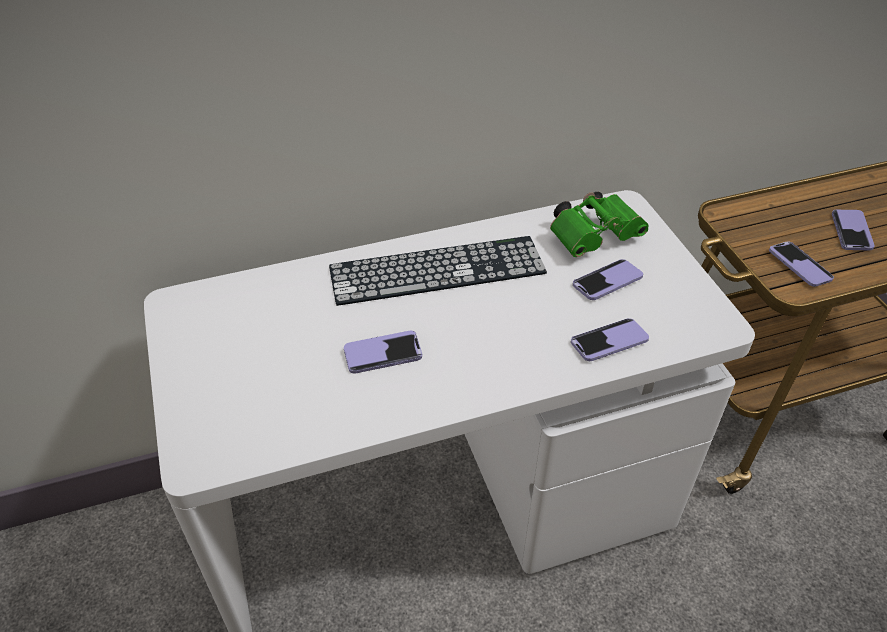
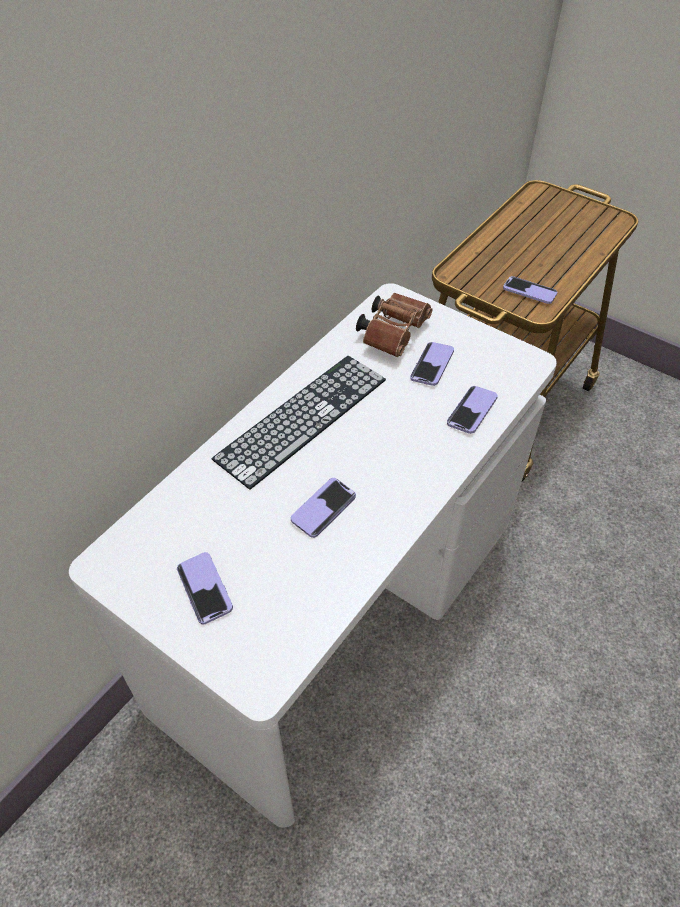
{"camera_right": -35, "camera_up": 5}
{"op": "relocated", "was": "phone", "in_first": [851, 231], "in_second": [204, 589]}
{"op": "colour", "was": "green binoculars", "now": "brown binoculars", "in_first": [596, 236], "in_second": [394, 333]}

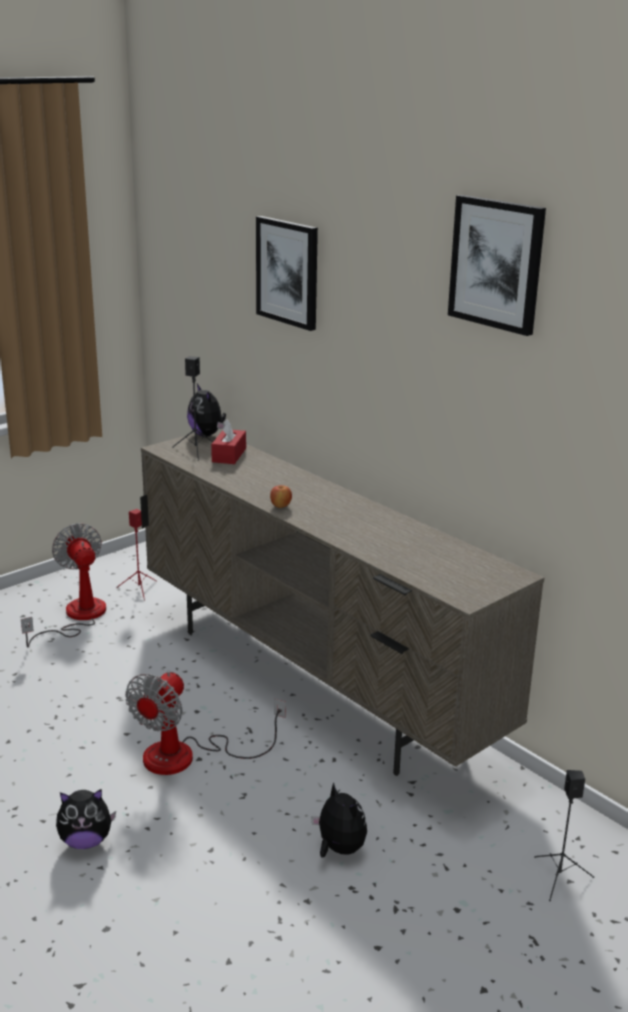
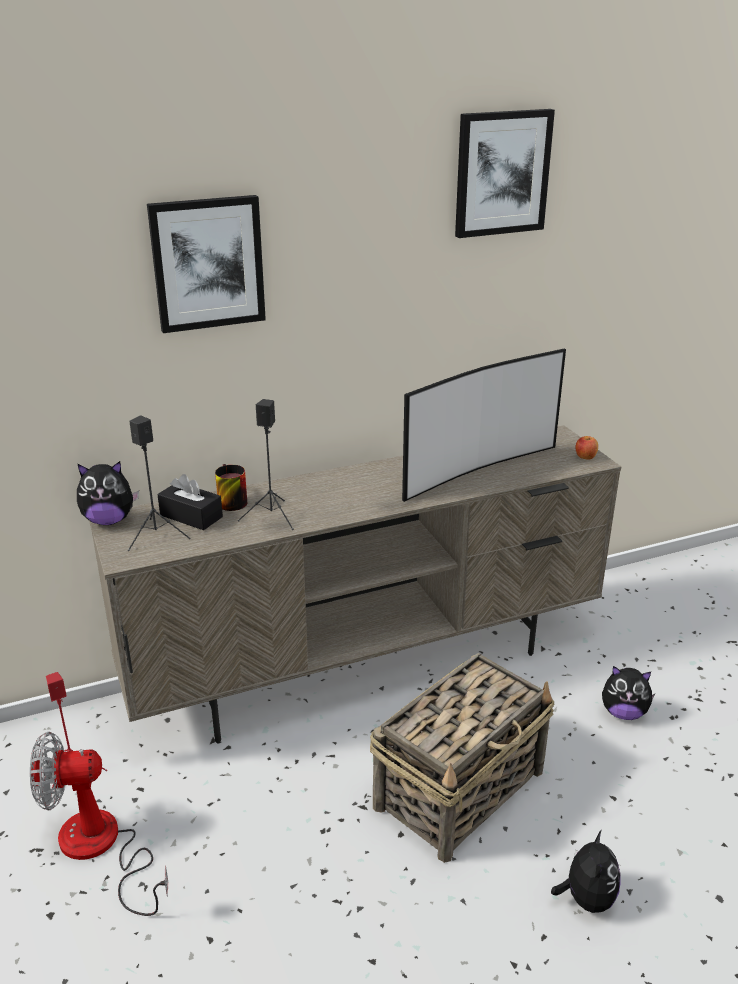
{"camera_right": -70, "camera_up": 5}
{"op": "appeared", "now": "mug", "in_second": [228, 501]}
{"op": "appeared", "now": "television", "in_second": [477, 469]}
{"op": "relocated", "was": "apple", "in_first": [280, 506], "in_second": [585, 457]}
{"op": "relocated", "was": "black speaker", "in_first": [559, 878], "in_second": [272, 517]}
{"op": "exchanged", "was": "fan", "now": "basket", "in_first": [187, 756], "in_second": [461, 788]}
{"op": "colour", "was": "red tissue box", "now": "black tissue box", "in_first": [229, 455], "in_second": [191, 516]}
{"op": "spun", "was": "plush toy", "in_first": [339, 849], "in_second": [623, 713], "clockwise": -150}

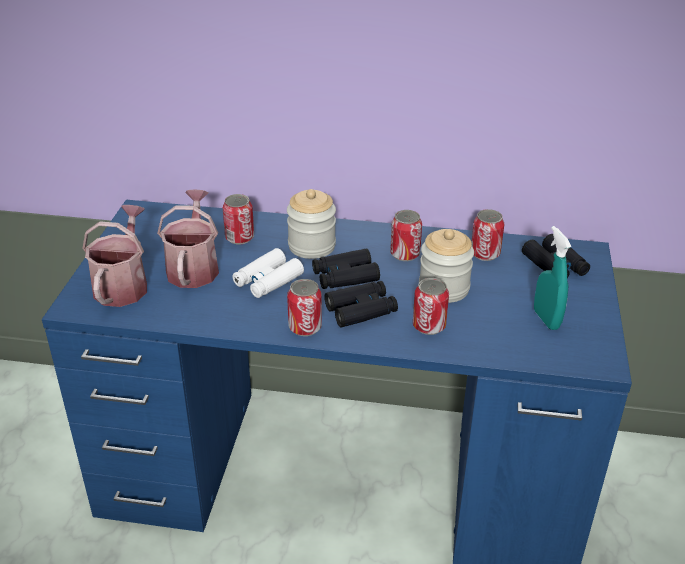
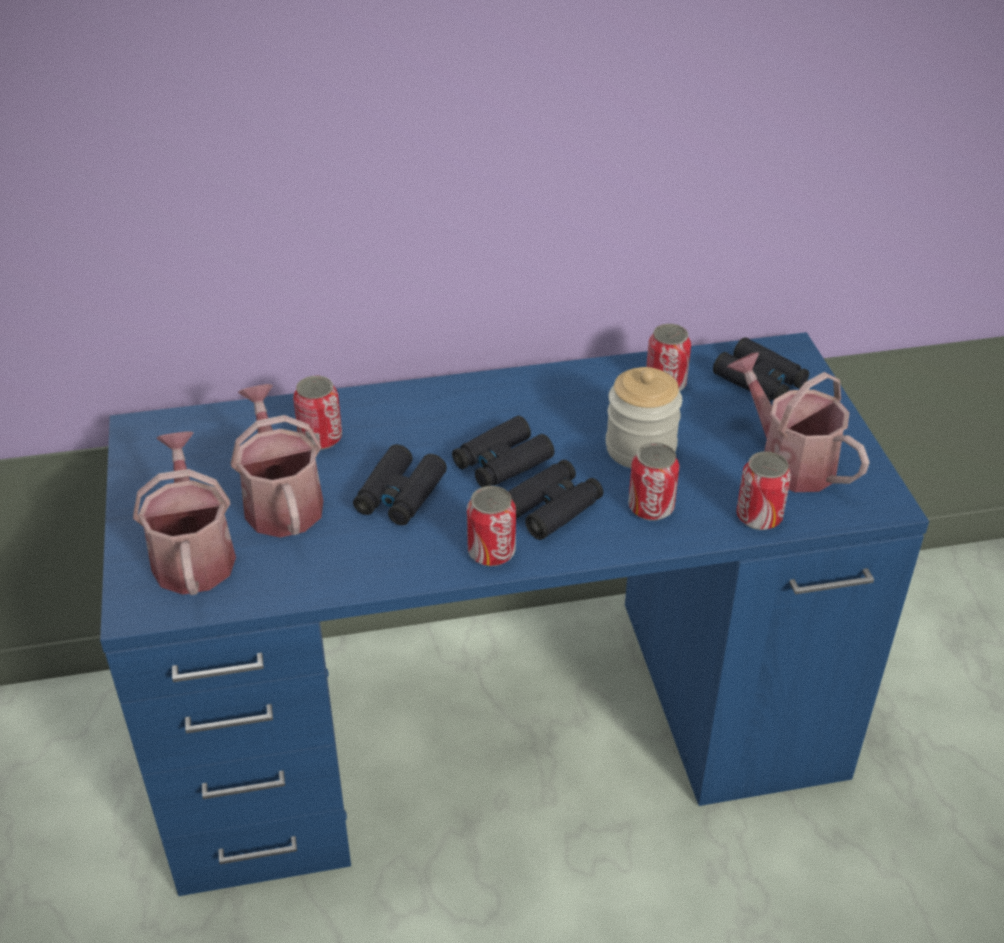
{"camera_right": -20, "camera_up": 5}
{"op": "missing", "was": "jar", "in_first": [311, 246]}
{"op": "relocated", "was": "can", "in_first": [405, 254], "in_second": [759, 517]}
{"op": "exchanged", "was": "turquoise spray bottle", "now": "watering can", "in_first": [546, 319], "in_second": [789, 460]}
{"op": "colour", "was": "white binoculars", "now": "black binoculars", "in_first": [268, 280], "in_second": [400, 495]}

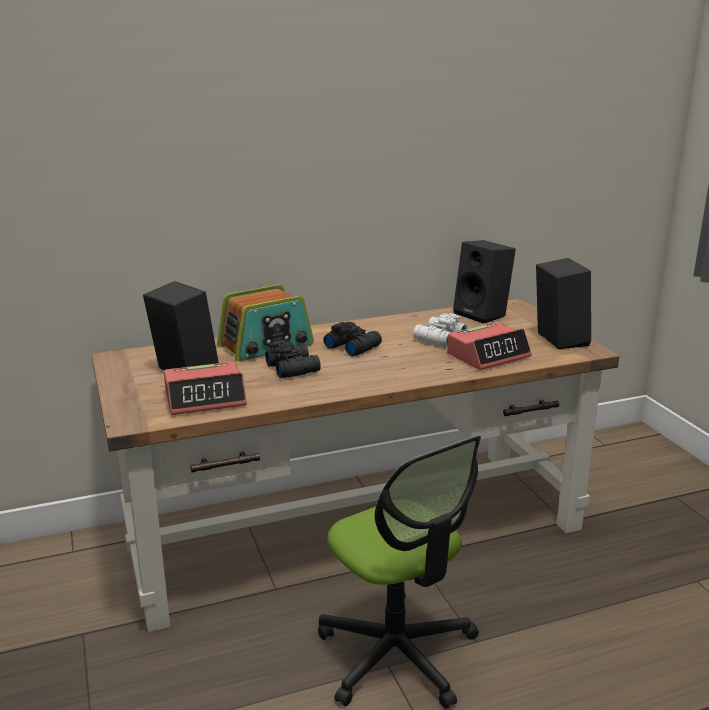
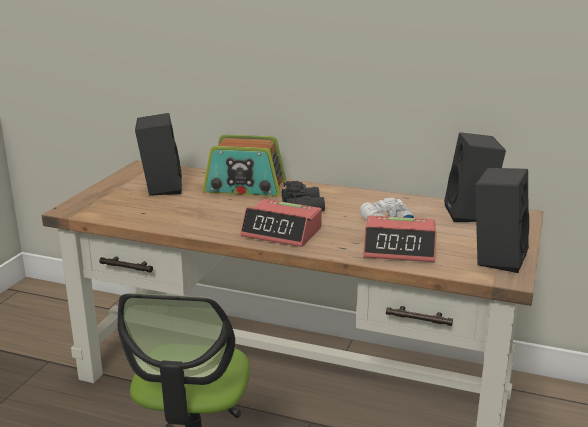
{"camera_right": 40, "camera_up": 0}
{"op": "missing", "was": "black binoculars", "in_first": [293, 368]}
{"op": "relocated", "was": "alarm clock", "in_first": [206, 398], "in_second": [282, 232]}

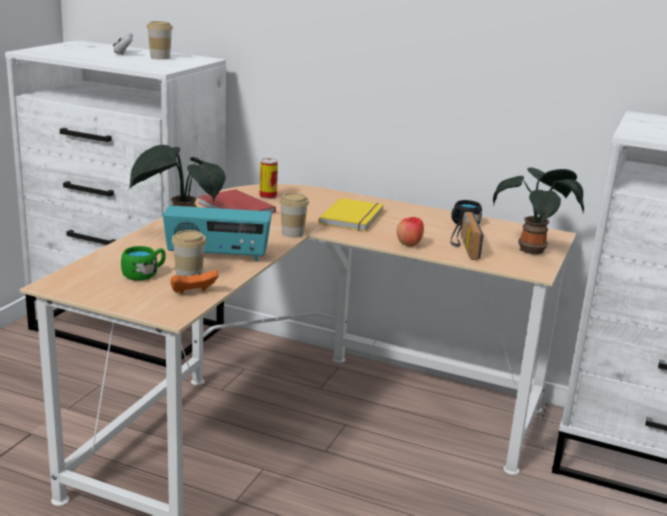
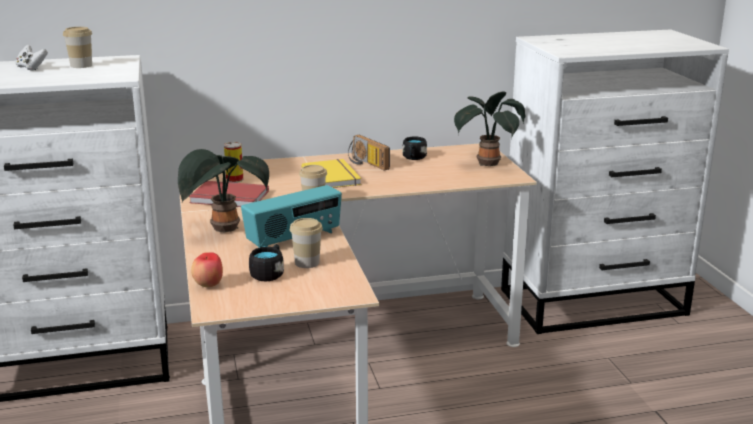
{"camera_right": -35, "camera_up": 0}
{"op": "missing", "was": "orange game controller", "in_first": [192, 293]}
{"op": "relocated", "was": "apple", "in_first": [409, 245], "in_second": [208, 285]}
{"op": "relocated", "was": "radio", "in_first": [463, 247], "in_second": [366, 163]}
{"op": "colour", "was": "green mug", "now": "black mug", "in_first": [144, 274], "in_second": [269, 273]}

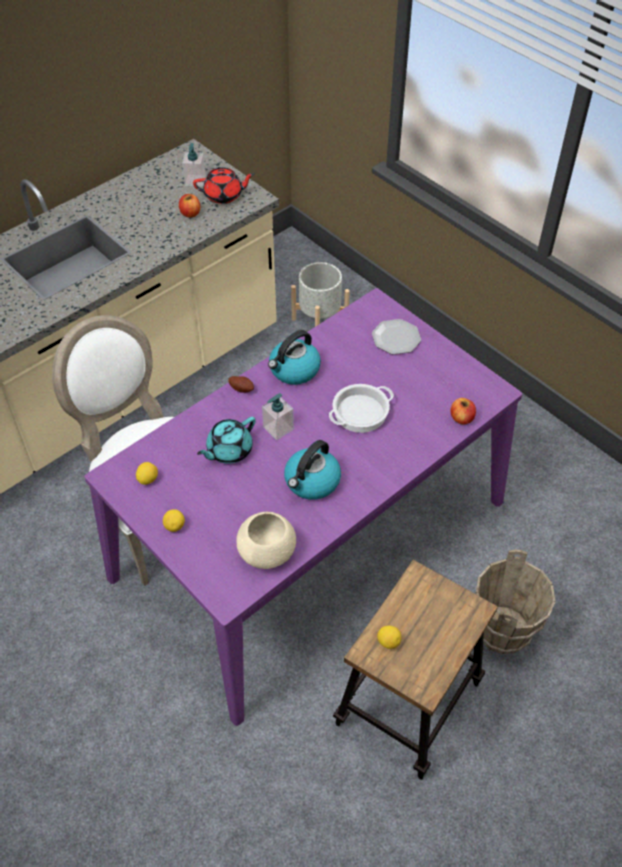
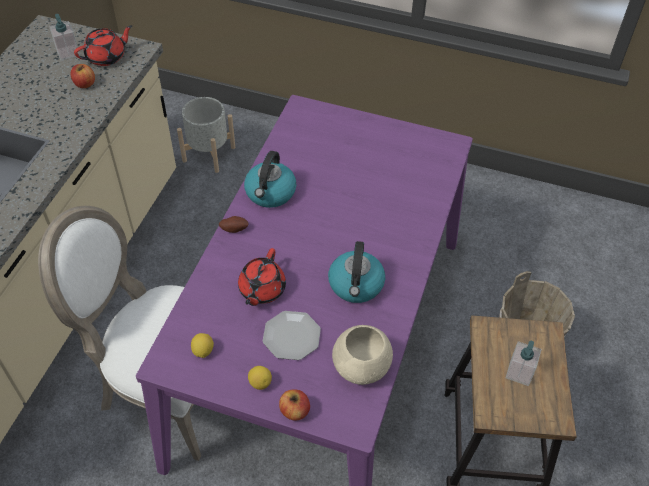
{"camera_right": -30, "camera_up": 0}
{"op": "missing", "was": "cooking pot", "in_first": [360, 413]}
{"op": "missing", "was": "lemon", "in_first": [388, 642]}
{"op": "relocated", "was": "soap dispenser", "in_first": [278, 428], "in_second": [519, 373]}
{"op": "relocated", "was": "plate", "in_first": [396, 338], "in_second": [291, 336]}
{"op": "relocated", "was": "apple", "in_first": [462, 418], "in_second": [294, 411]}
{"op": "colour", "was": "turquoise teapot", "now": "red teapot", "in_first": [228, 450], "in_second": [261, 290]}

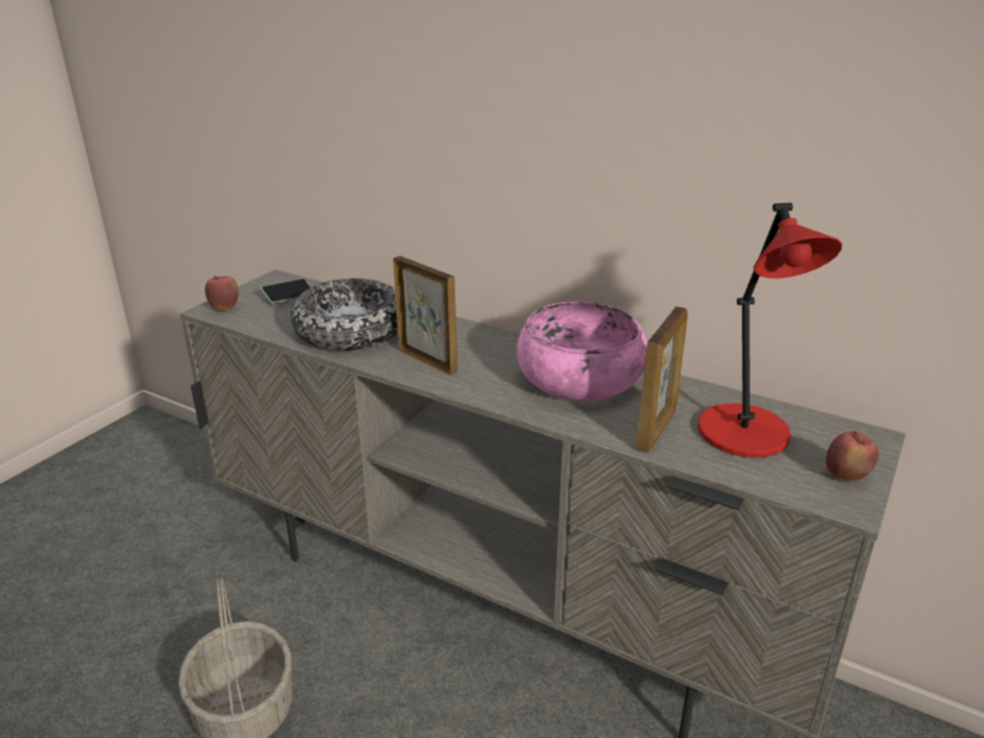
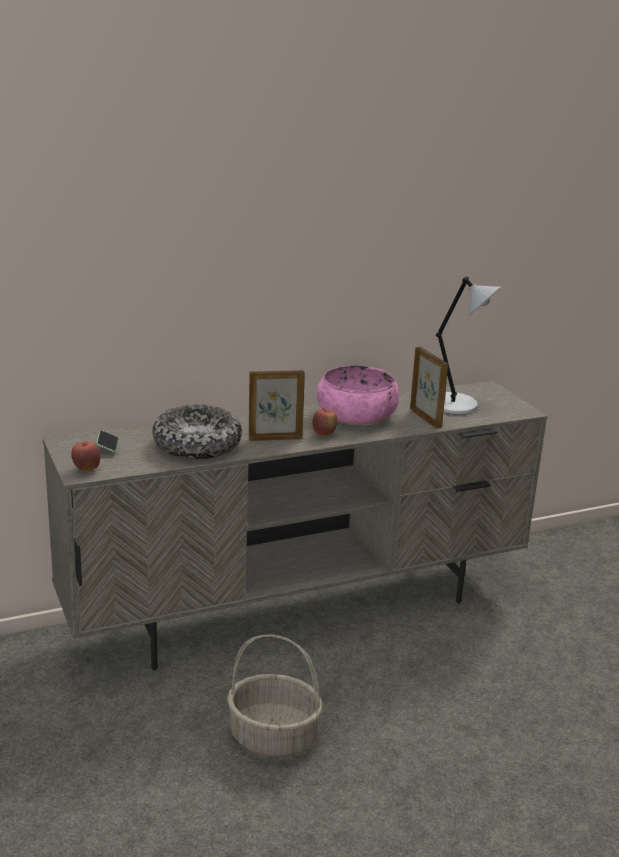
{"camera_right": -55, "camera_up": -5}
{"op": "relocated", "was": "apple", "in_first": [846, 476], "in_second": [324, 434]}
{"op": "colour", "was": "red table lamp", "now": "grey table lamp", "in_first": [746, 435], "in_second": [455, 405]}

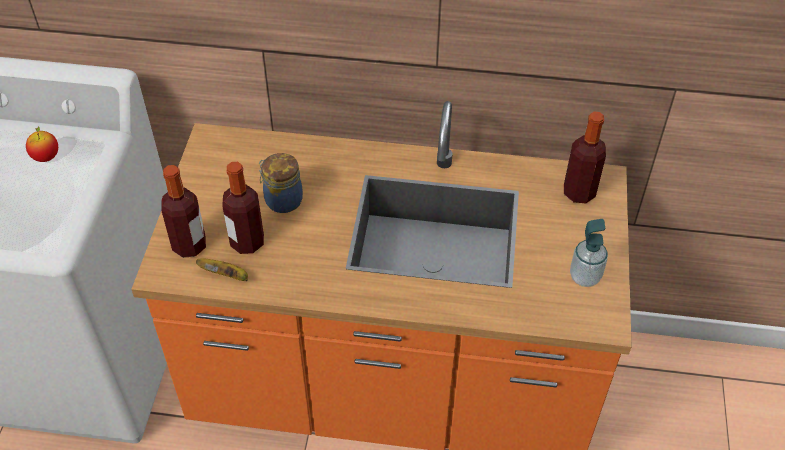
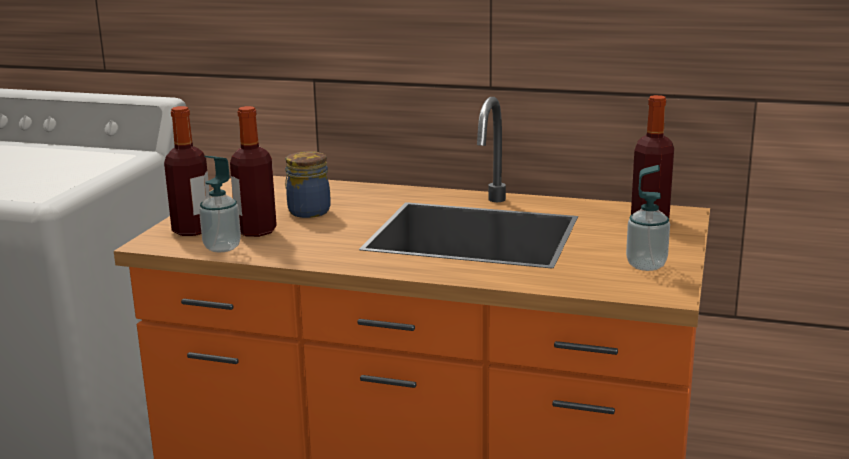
{"camera_right": 10, "camera_up": -30}
{"op": "missing", "was": "apple", "in_first": [46, 157]}
{"op": "exchanged", "was": "banana", "now": "soap dispenser", "in_first": [226, 275], "in_second": [222, 247]}

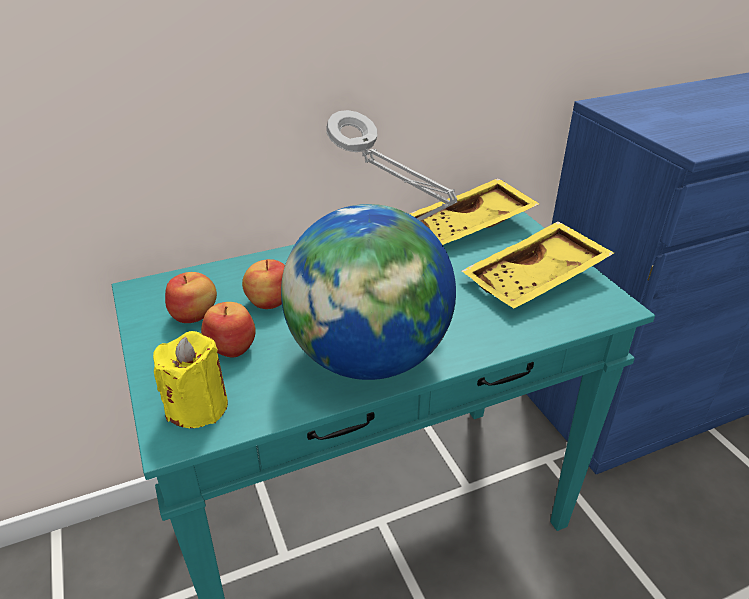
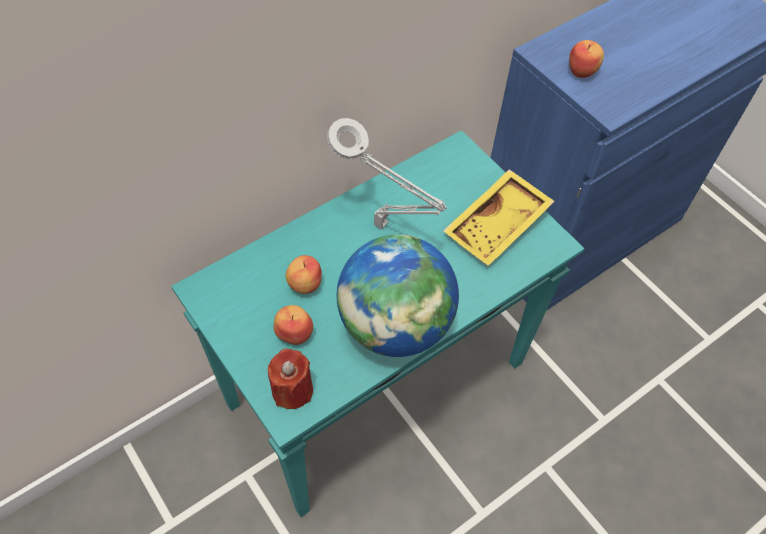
{"camera_right": -15, "camera_up": 20}
{"op": "missing", "was": "yellow tray", "in_first": [471, 226]}
{"op": "relocated", "was": "apple", "in_first": [195, 315], "in_second": [582, 70]}
{"op": "colour", "was": "yellow candle", "now": "red candle", "in_first": [198, 407], "in_second": [292, 390]}

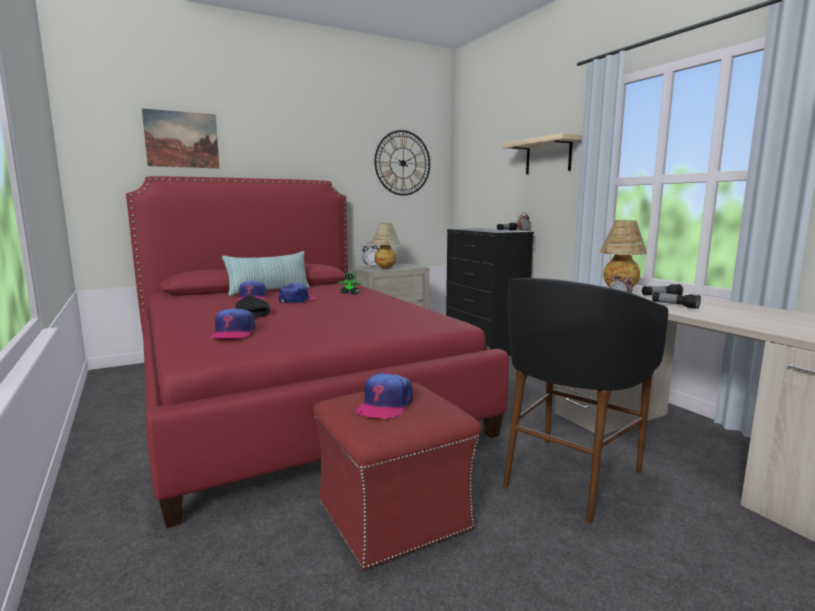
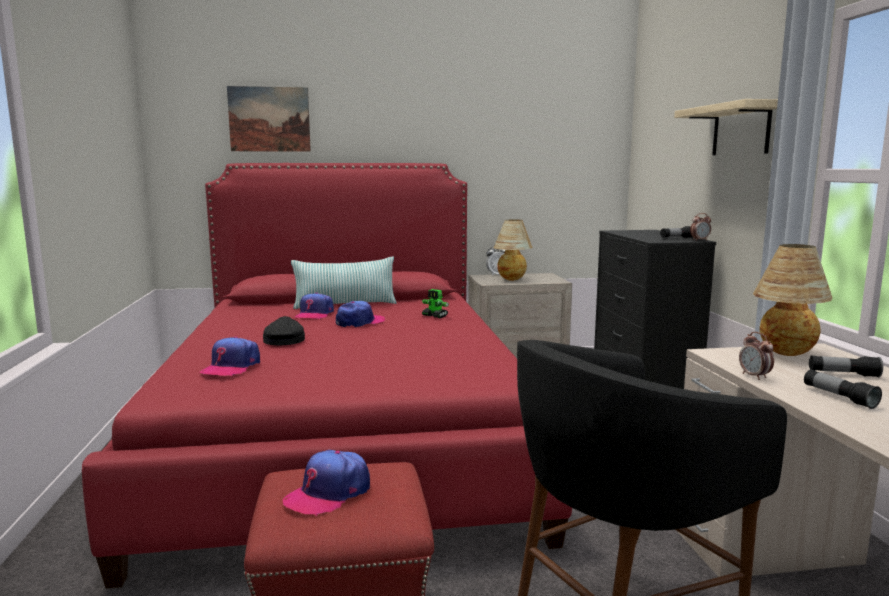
{"camera_right": 20, "camera_up": 0}
{"op": "missing", "was": "wall clock", "in_first": [403, 163]}

